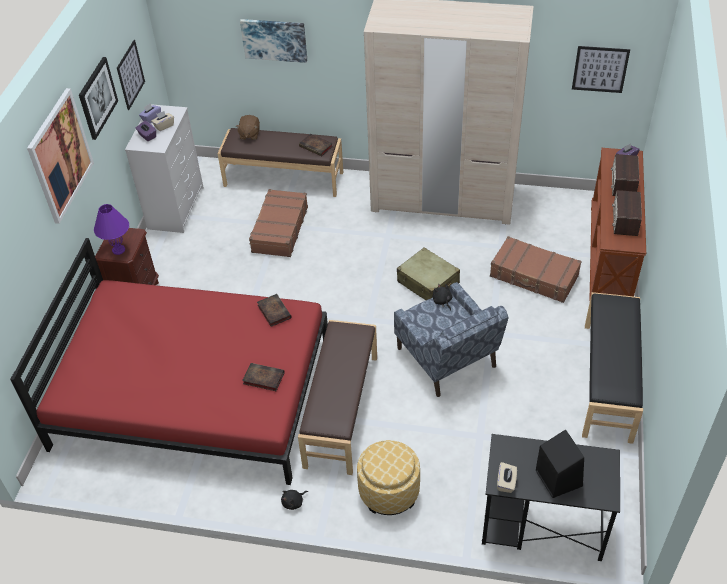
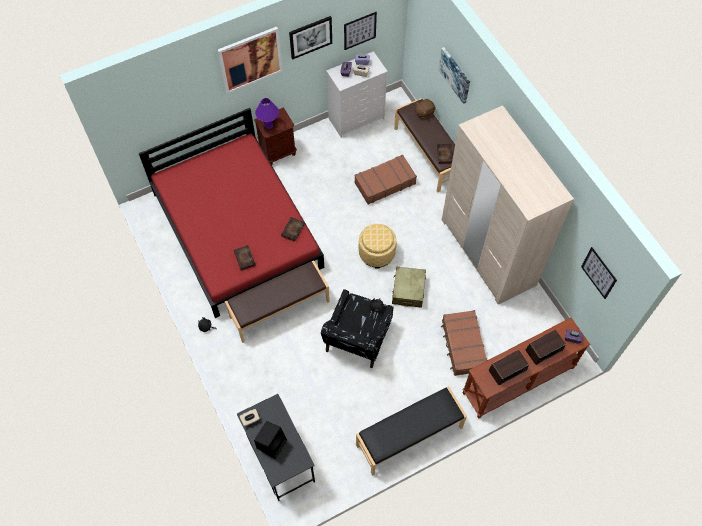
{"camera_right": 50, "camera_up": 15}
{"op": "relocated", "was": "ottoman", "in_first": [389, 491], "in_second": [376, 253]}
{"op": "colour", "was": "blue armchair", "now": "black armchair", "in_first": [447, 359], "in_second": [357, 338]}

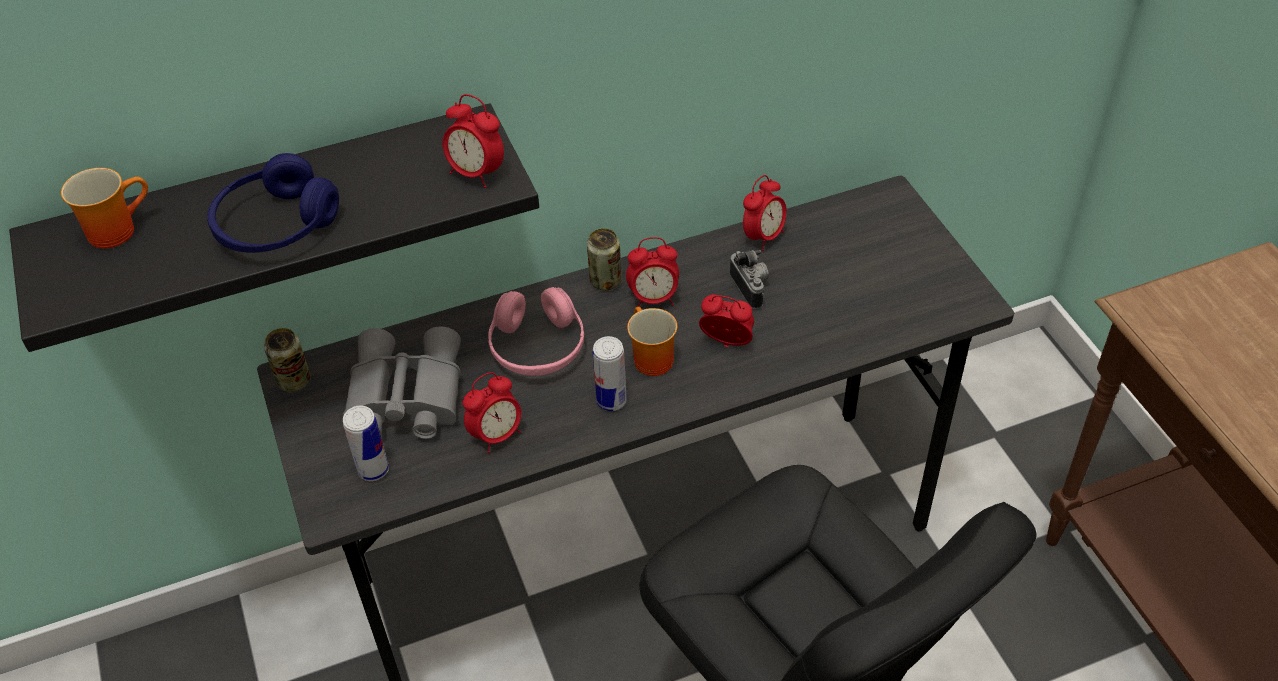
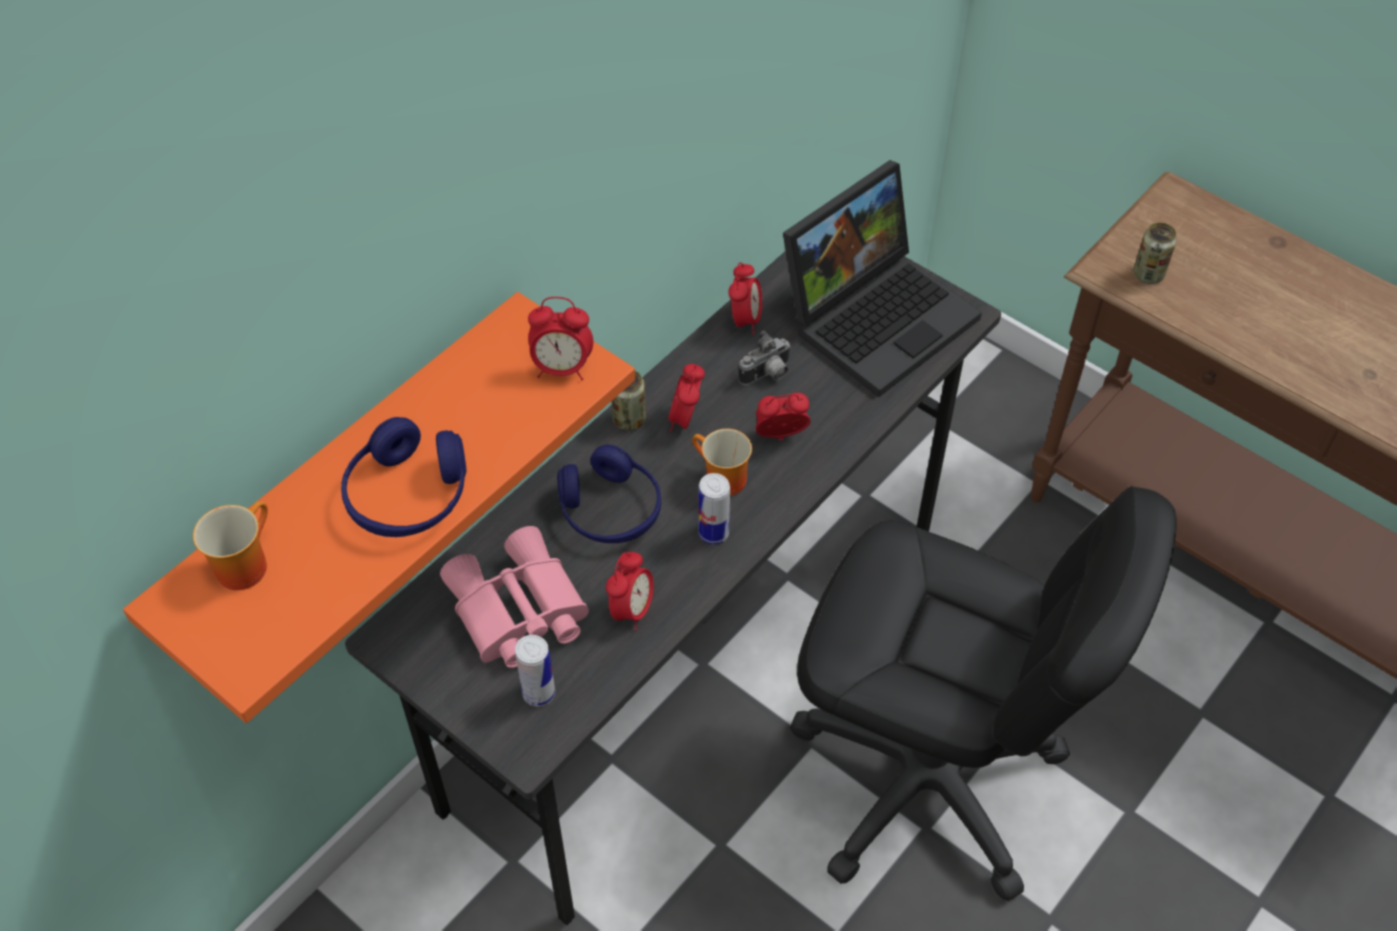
{"camera_right": -30, "camera_up": 5}
{"op": "appeared", "now": "laptop", "in_second": [878, 314]}
{"op": "relocated", "was": "can", "in_first": [294, 381], "in_second": [1148, 274]}
{"op": "colour", "was": "black shelf", "now": "orange shelf", "in_first": [275, 214], "in_second": [347, 483]}
{"op": "colour", "was": "grey binoculars", "now": "pink binoculars", "in_first": [403, 397], "in_second": [516, 612]}
{"op": "colour", "was": "pink headphones", "now": "blue headphones", "in_first": [537, 347], "in_second": [610, 510]}
{"op": "spun", "was": "alarm clock", "in_first": [653, 299], "in_second": [686, 419], "clockwise": 135}
{"op": "spun", "was": "photo camera", "in_first": [751, 288], "in_second": [767, 375], "clockwise": 105}

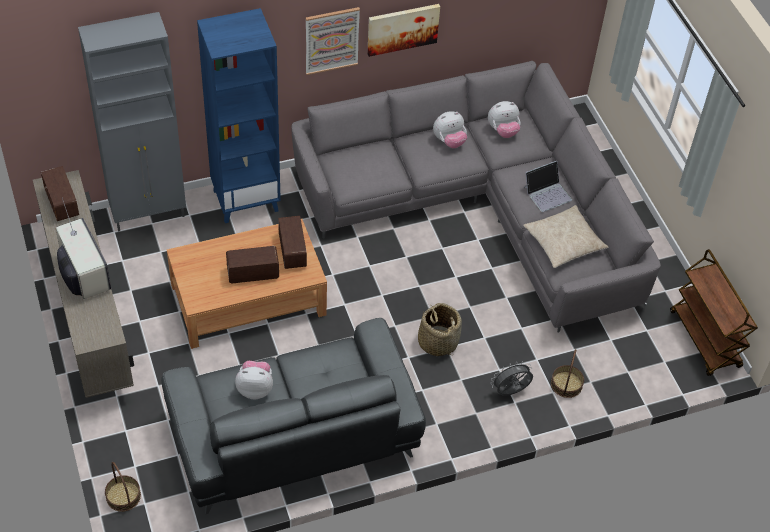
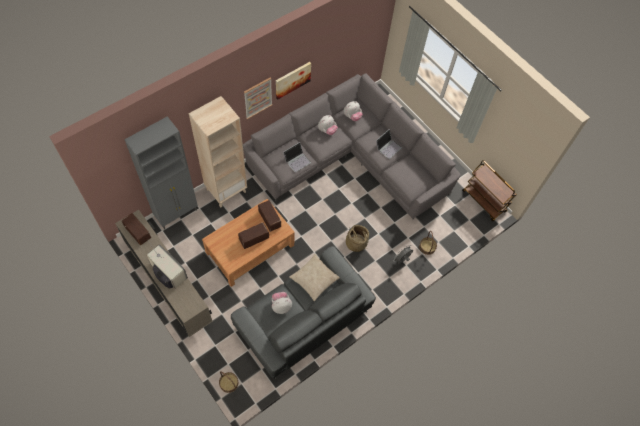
{"camera_right": -20, "camera_up": 10}
{"op": "appeared", "now": "laptop", "in_second": [297, 160]}
{"op": "relocated", "was": "beige pillow", "in_first": [563, 242], "in_second": [314, 279]}
{"op": "colour", "was": "blue bookcase", "now": "beige bookcase", "in_first": [246, 200], "in_second": [226, 190]}

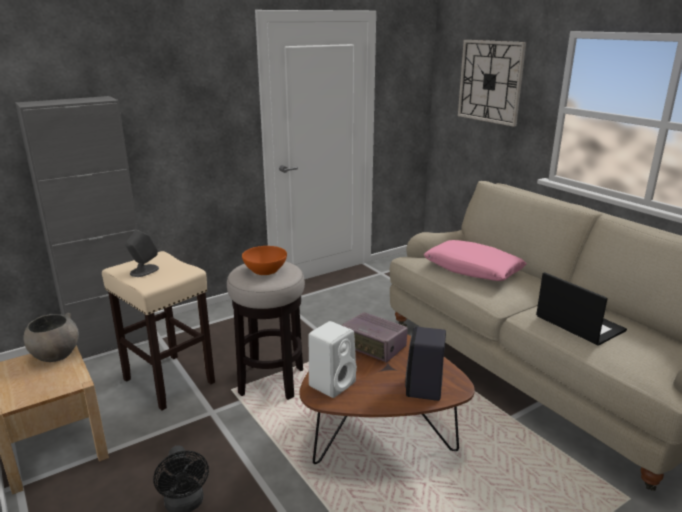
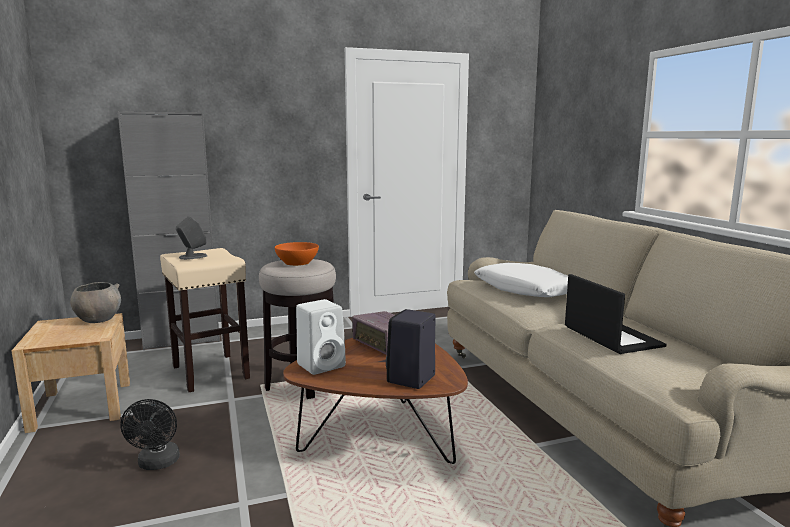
{"camera_right": 15, "camera_up": -10}
{"op": "missing", "was": "wall clock", "in_first": [490, 81]}
{"op": "colour", "was": "pink pillow", "now": "white pillow", "in_first": [473, 269], "in_second": [525, 290]}

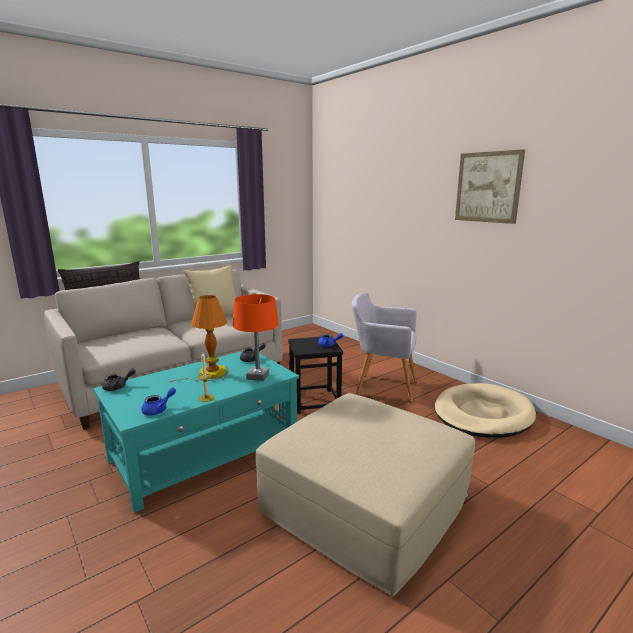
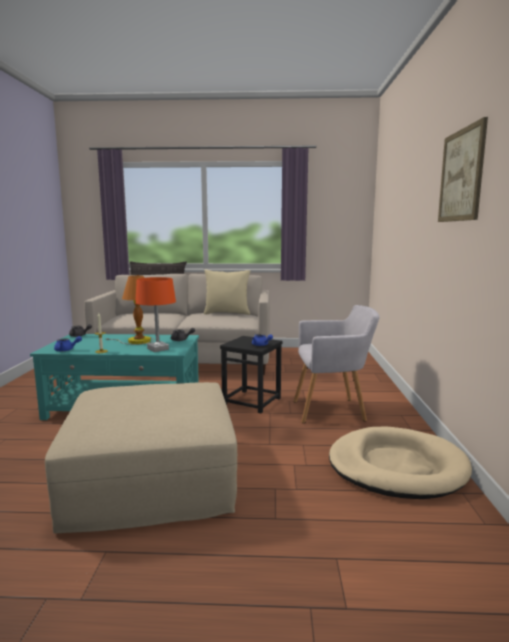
{"camera_right": 40, "camera_up": -5}
{"op": "spun", "was": "grey armchair", "in_first": [382, 387], "in_second": [332, 410], "clockwise": 120}

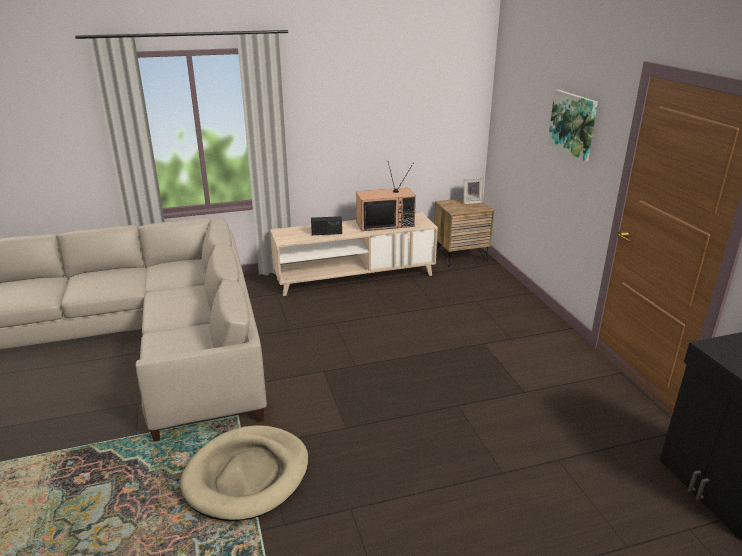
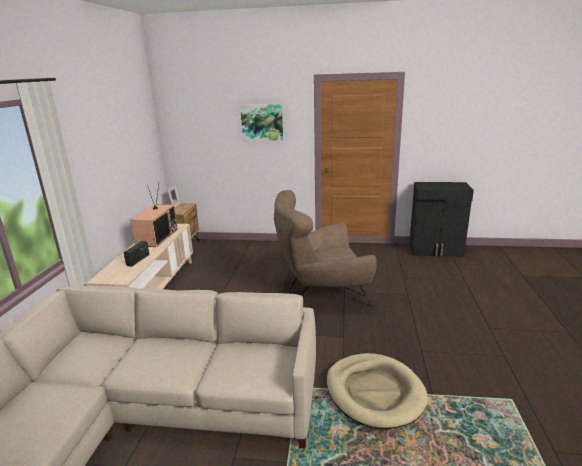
{"camera_right": -65, "camera_up": -5}
{"op": "appeared", "now": "brown armchair", "in_second": [321, 293]}

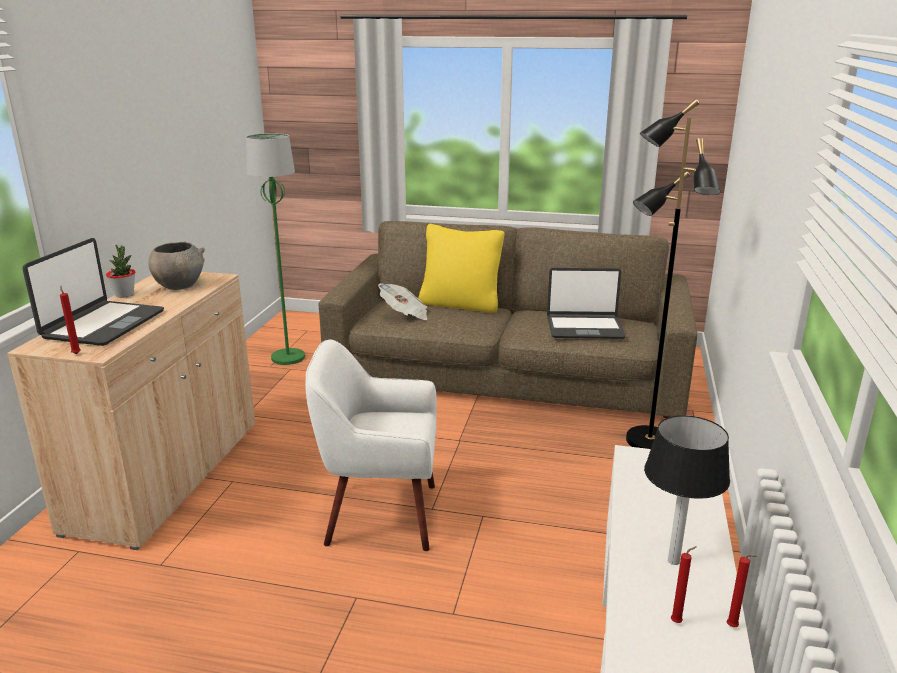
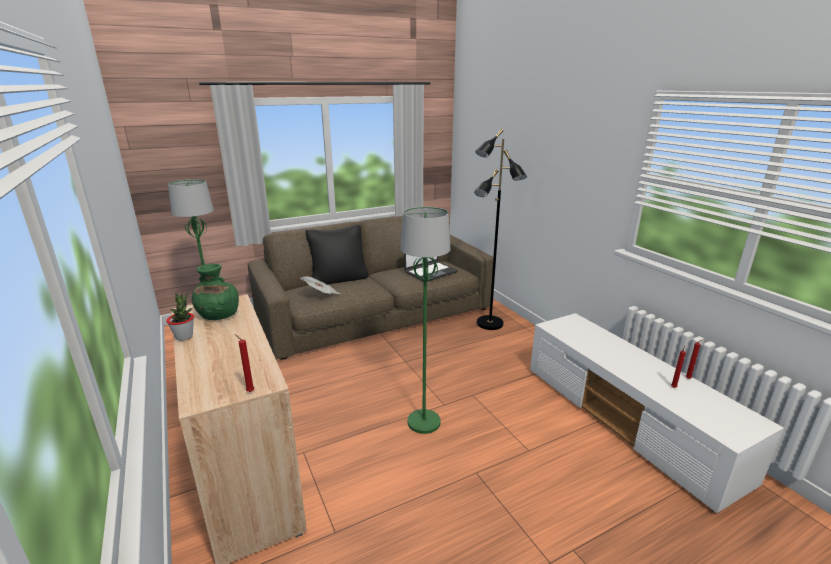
{"camera_right": -40, "camera_up": 0}
{"op": "missing", "was": "laptop", "in_first": [103, 324]}
{"op": "missing", "was": "table lamp", "in_first": [674, 561]}
{"op": "exchanged", "was": "grey bowl", "now": "green vase", "in_first": [179, 285], "in_second": [218, 315]}
{"op": "exchanged", "was": "white armchair", "now": "green floor lamp", "in_first": [380, 515], "in_second": [423, 422]}
{"op": "colour", "was": "yellow pillow", "now": "black pillow", "in_first": [460, 304], "in_second": [339, 279]}

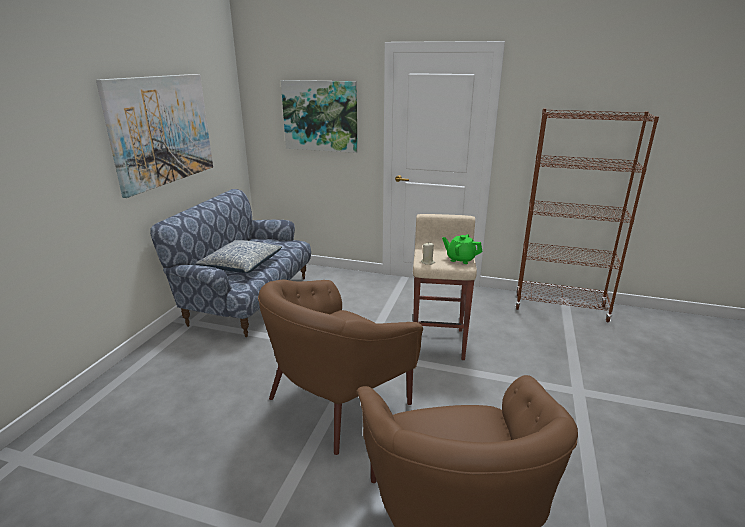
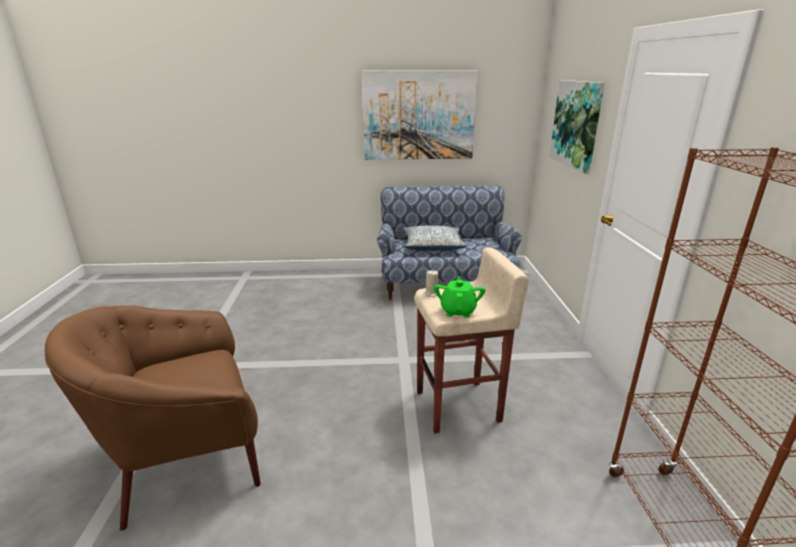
{"camera_right": 70, "camera_up": 0}
{"op": "missing", "was": "brown armchair", "in_first": [337, 400]}

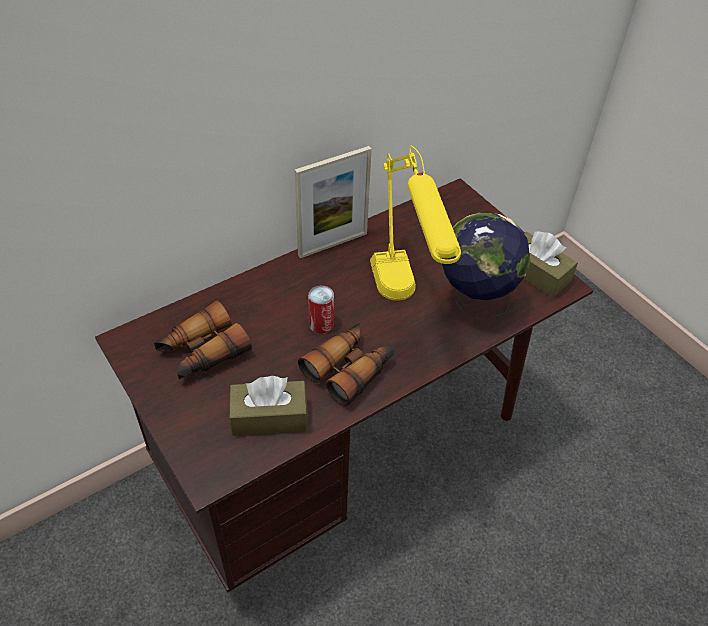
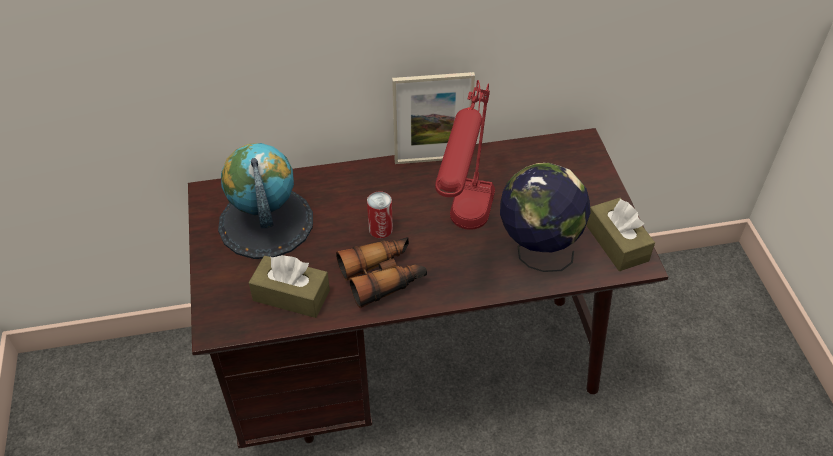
{"camera_right": 25, "camera_up": 0}
{"op": "exchanged", "was": "binoculars", "now": "globe", "in_first": [202, 352], "in_second": [265, 222]}
{"op": "colour", "was": "yellow table lamp", "now": "red table lamp", "in_first": [402, 307], "in_second": [463, 236]}

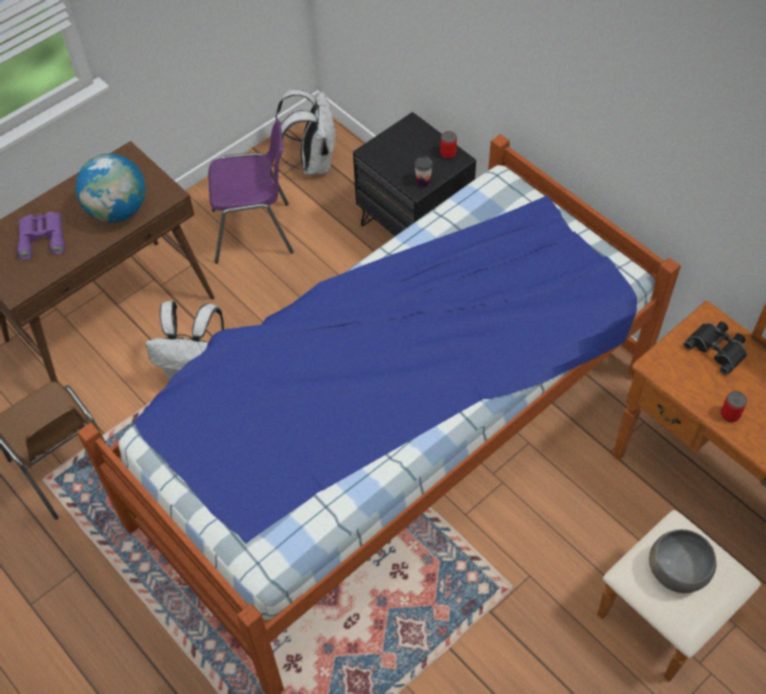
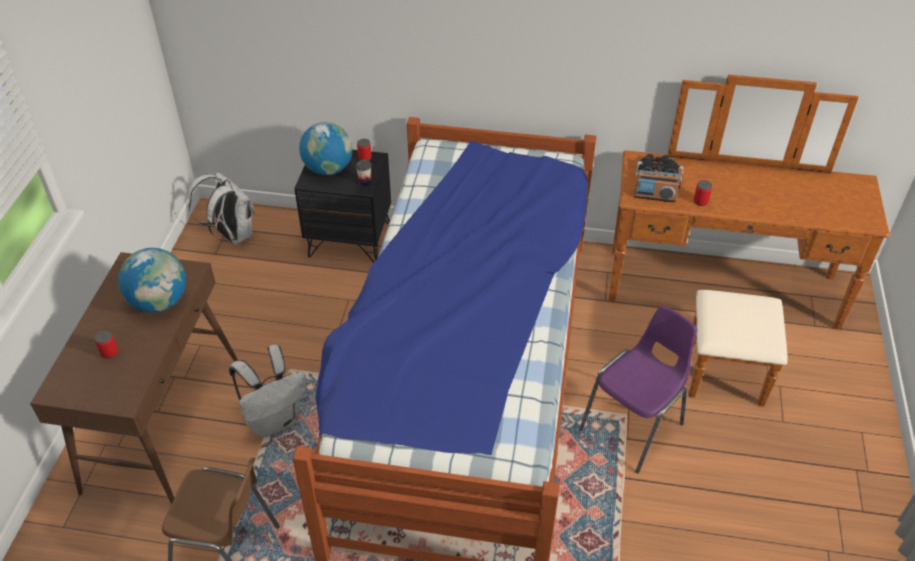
{"camera_right": -40, "camera_up": -10}
{"op": "missing", "was": "grey bowl", "in_first": [677, 570]}
{"op": "appeared", "now": "globe", "in_second": [328, 169]}
{"op": "appeared", "now": "radio", "in_second": [654, 196]}
{"op": "relocated", "was": "purple chair", "in_first": [255, 232], "in_second": [634, 426]}
{"op": "exchanged", "was": "purple binoculars", "now": "can", "in_first": [42, 237], "in_second": [110, 353]}

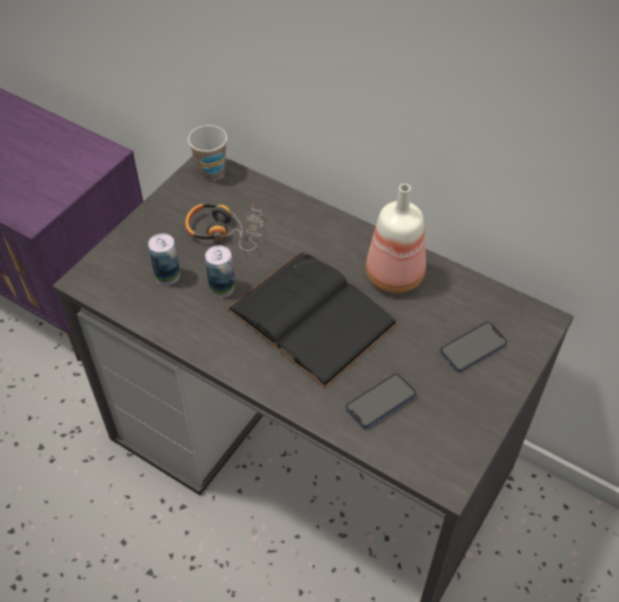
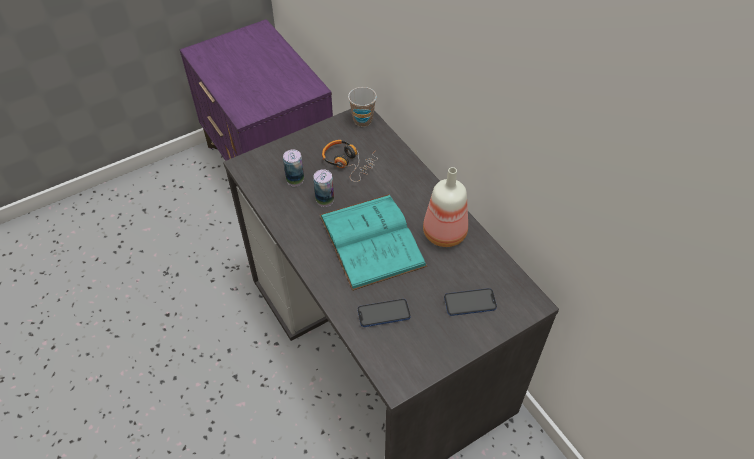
{"camera_right": 25, "camera_up": 0}
{"op": "colour", "was": "black book", "now": "turquoise book", "in_first": [311, 316], "in_second": [371, 240]}

